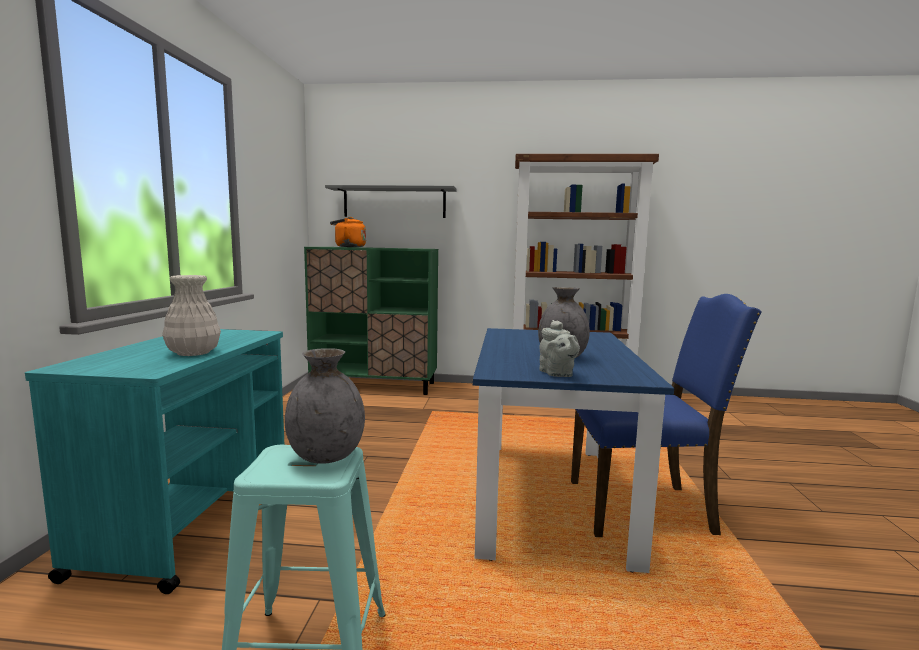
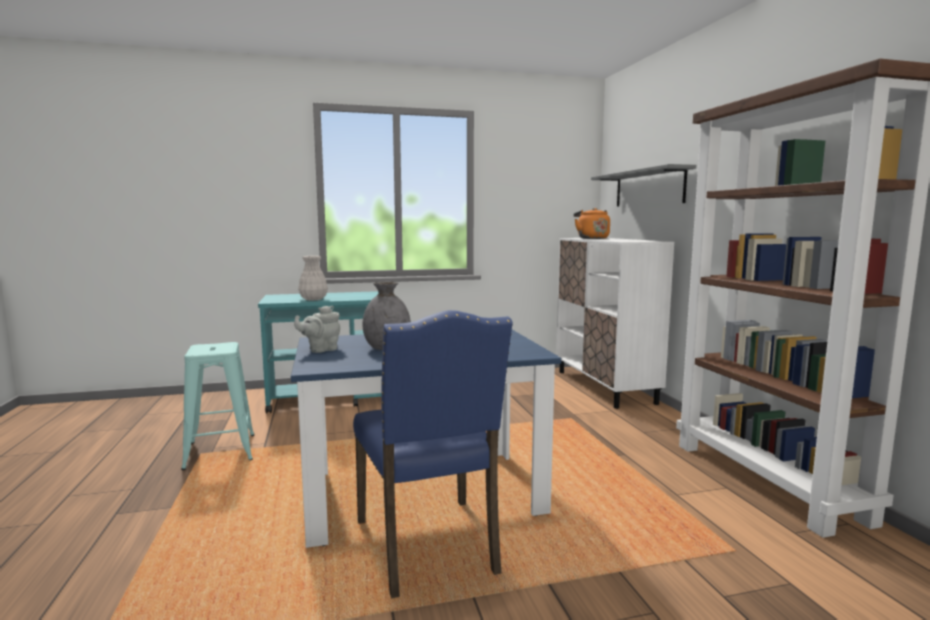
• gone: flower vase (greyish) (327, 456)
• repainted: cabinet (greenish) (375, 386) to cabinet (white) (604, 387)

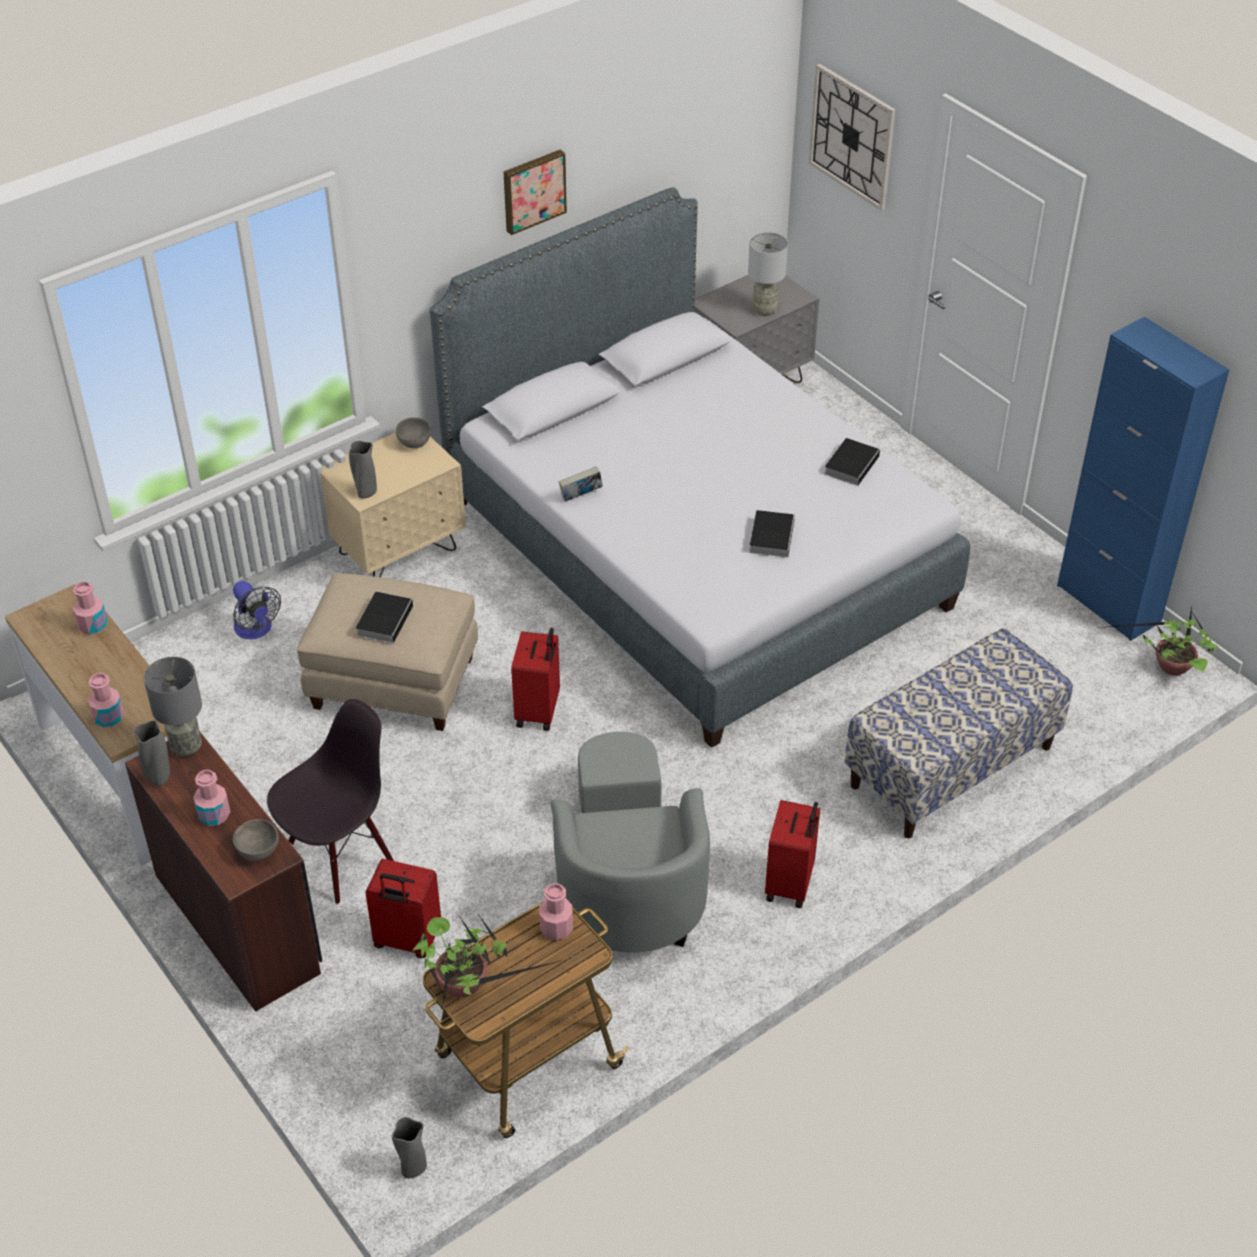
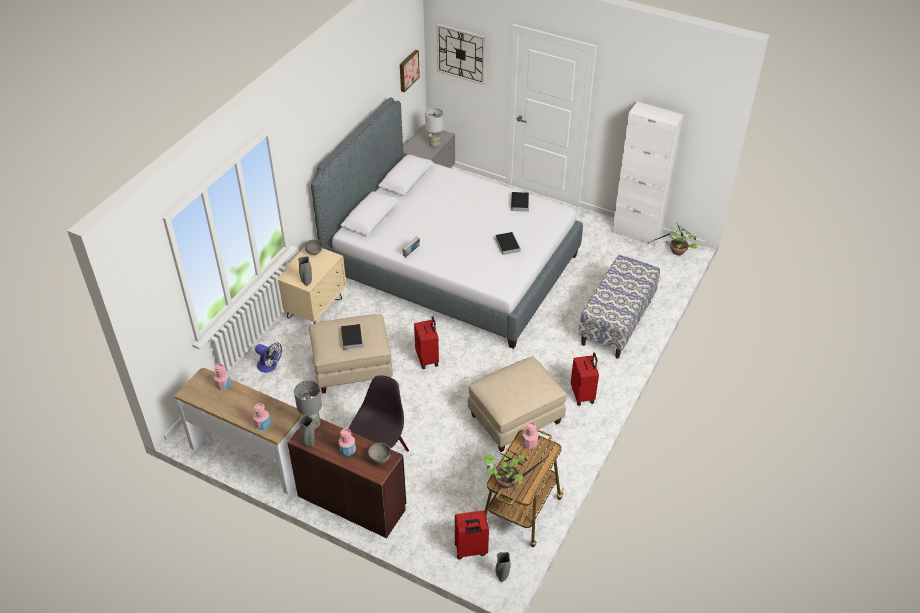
• shifted: piece of luggage (red) (406, 941) to (471, 550)
• shifted: wall art (533, 190) to (408, 70)
• swapped: lounge chair (greyish) (628, 884) to pouffe (sand-coloured) (515, 420)
• repainted: cabinet (bluish) (1108, 603) to cabinet (white) (637, 233)

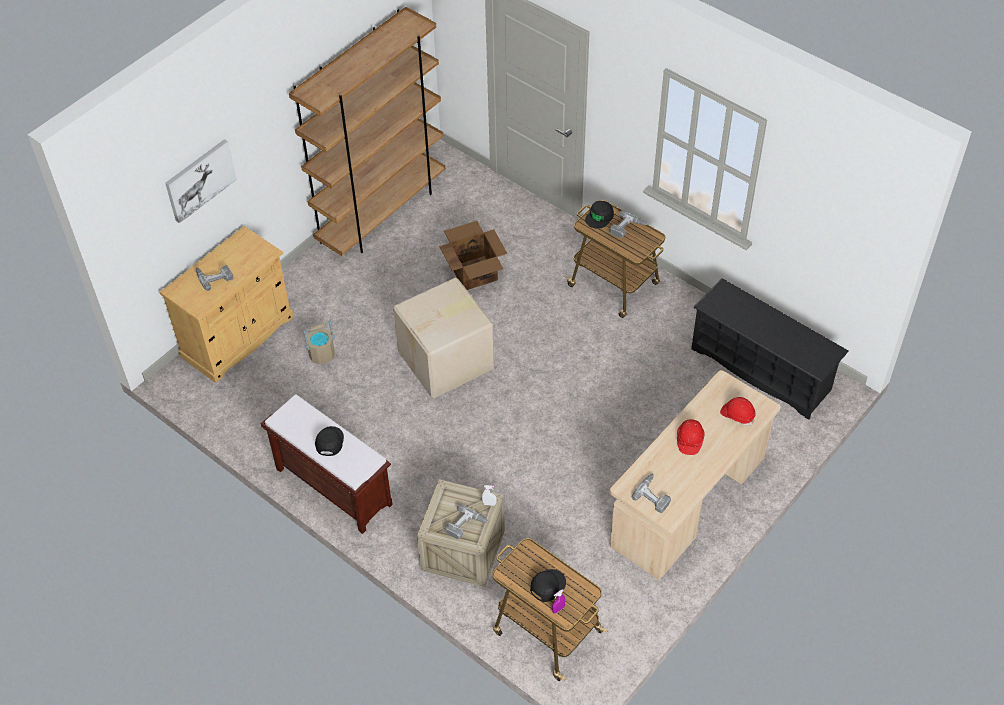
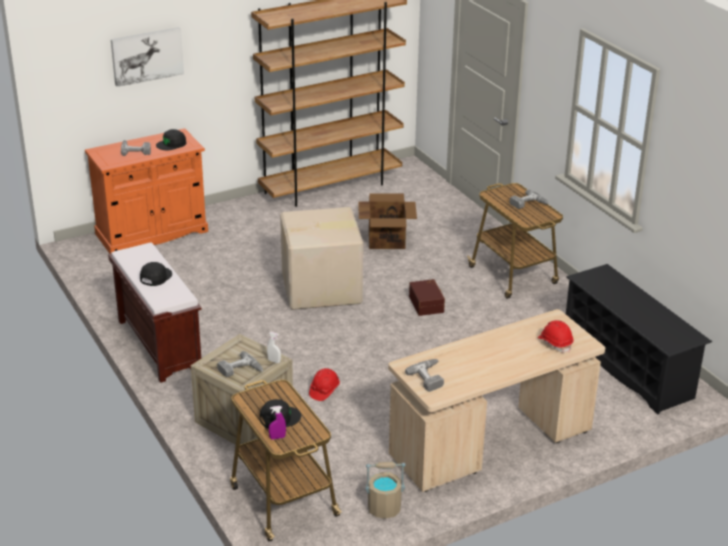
• repainted: cabinet (sand-coloured) (238, 337) to cabinet (orangey) (152, 233)
• shifted: pail (sand-coloured) (322, 355) to (384, 508)
• shifted: cap (black-coloured) (599, 217) to (171, 144)
• shifted: hard hat (red) (689, 440) to (324, 390)
• new: storage container (brownish) (427, 304)

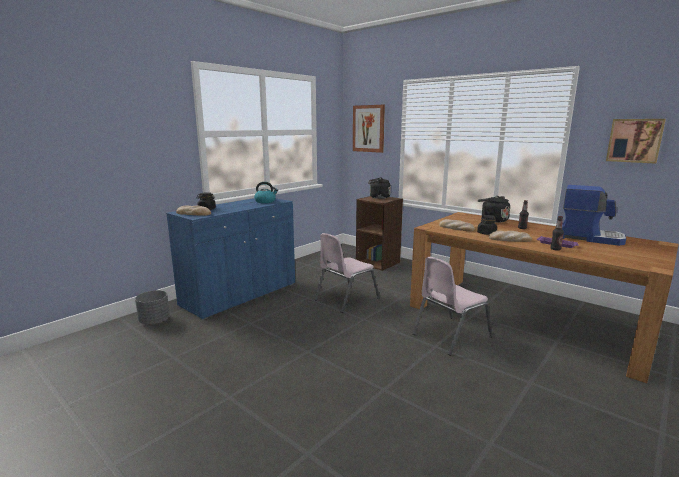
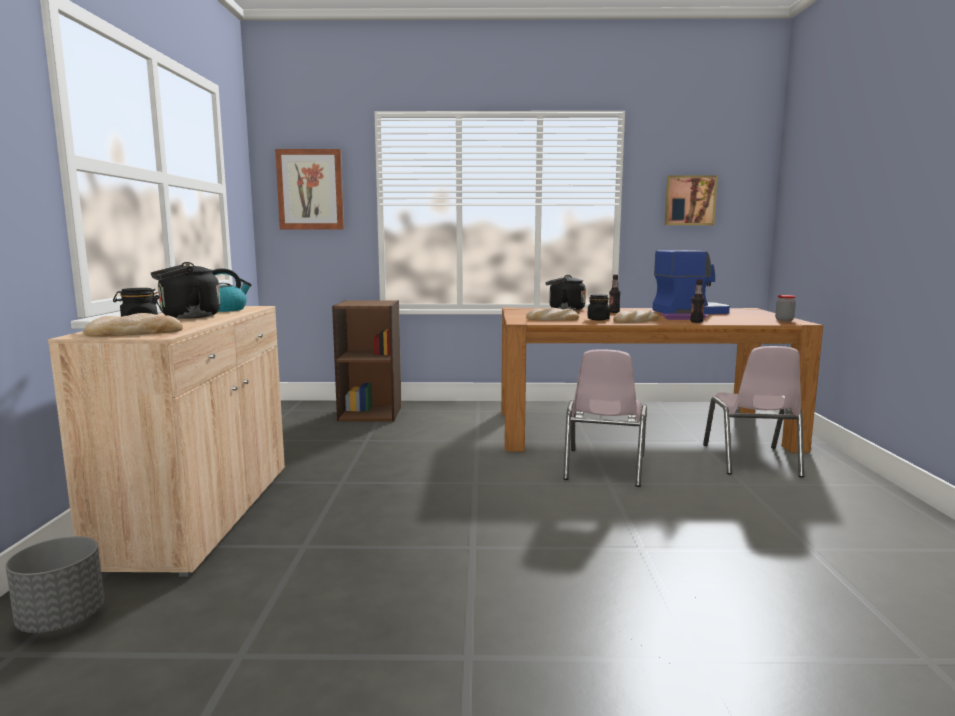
• repainted: cabinet (bluish) (240, 295) to cabinet (sand-coloured) (201, 514)
• shifted: chair (pinkish) (346, 299) to (750, 460)
• shifted: kettle (black-coloured) (378, 197) to (187, 317)
• new: preserve jar (784, 320)

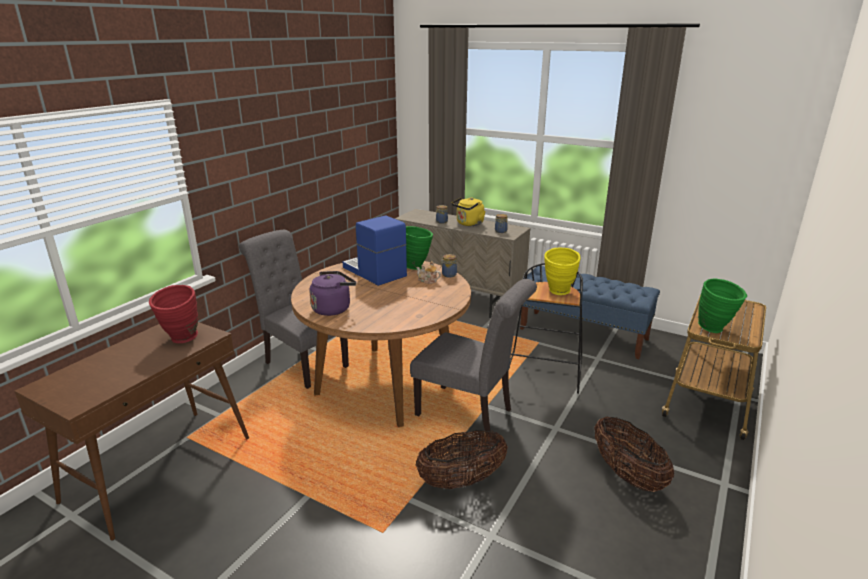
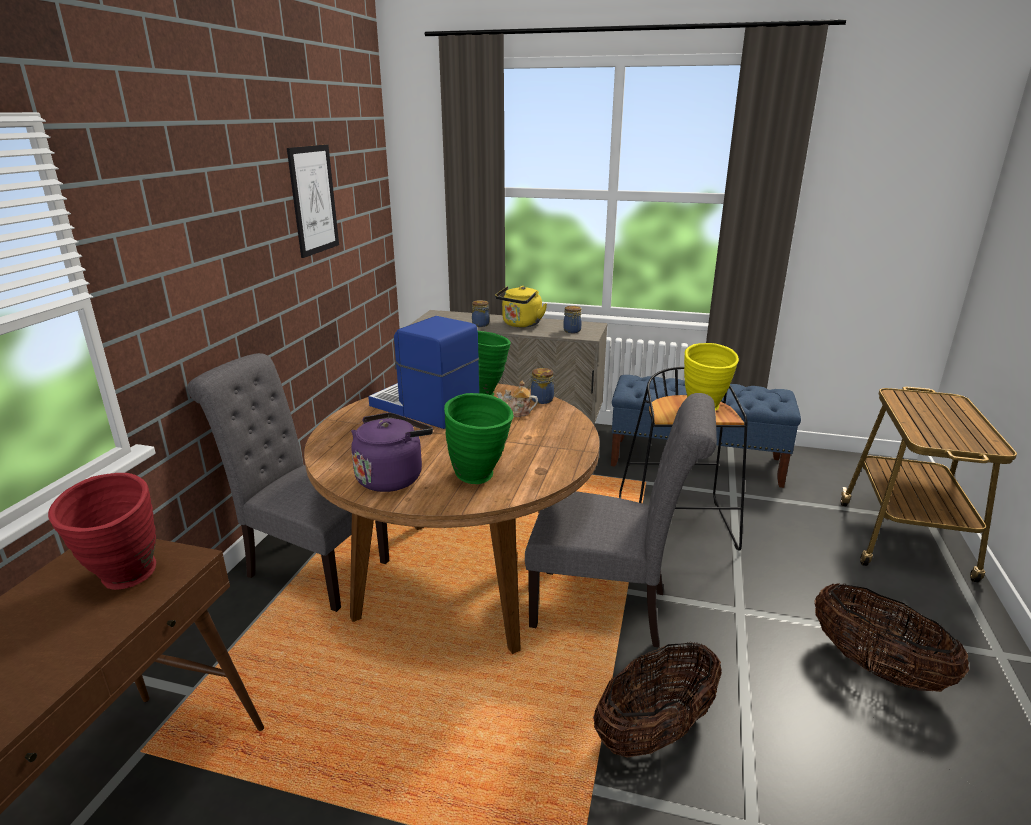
• shifted: flower vase (greenish) (715, 330) to (480, 478)
• new: wall art (313, 200)

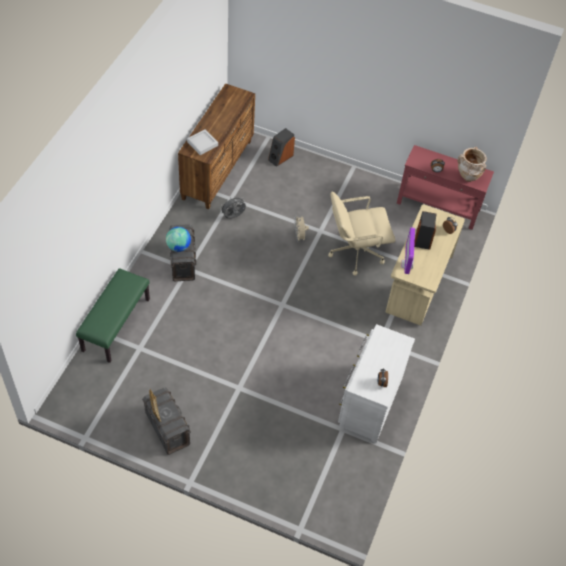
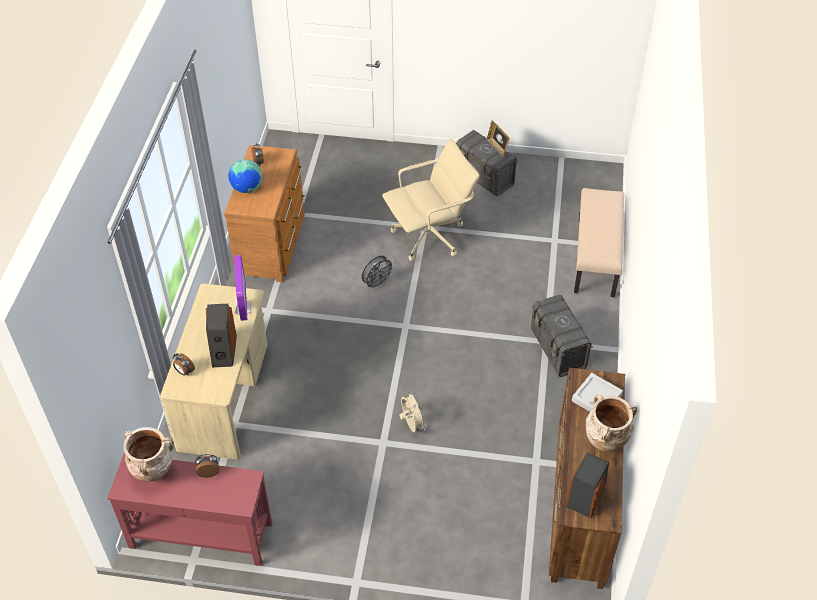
• repainted: long seat (greenish) (115, 324) to long seat (sand-coloured) (596, 257)
• shifted: desk globe (178, 246) to (247, 188)
• shifted: fan (greyish) (233, 217) to (377, 283)
• shifted: loudspeaker (280, 157) to (586, 495)
• shifted: desk chair (sand-coloured) (355, 252) to (429, 237)
• repainted: chest of drawers (white) (368, 402) to chest of drawers (brownish) (273, 244)
• new: flower vase (sand-coloured) (604, 442)

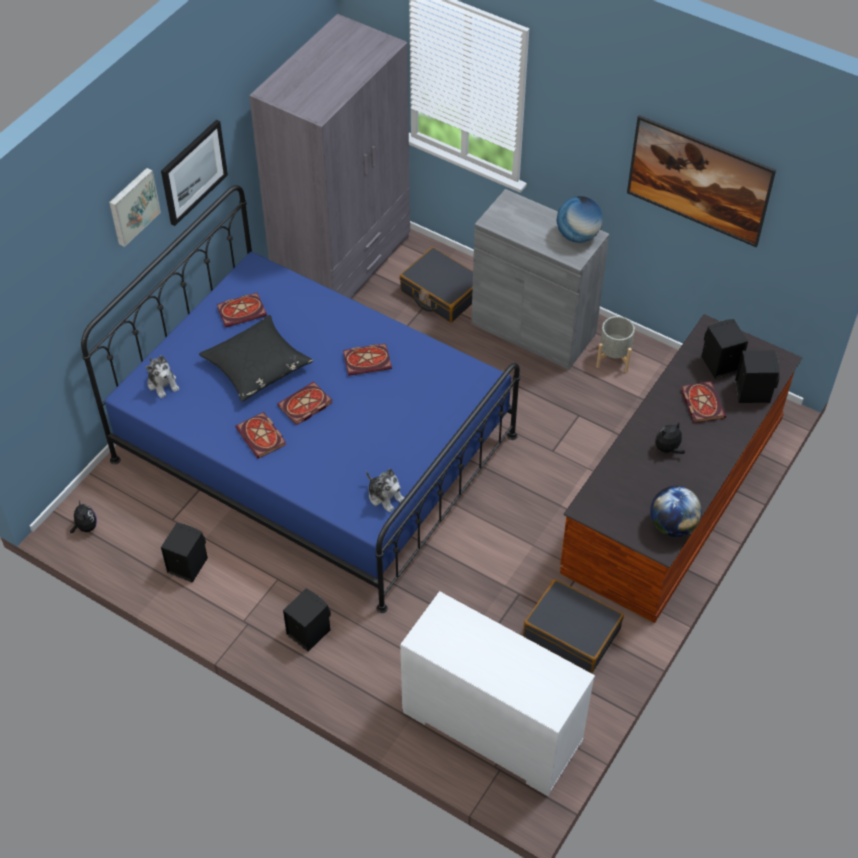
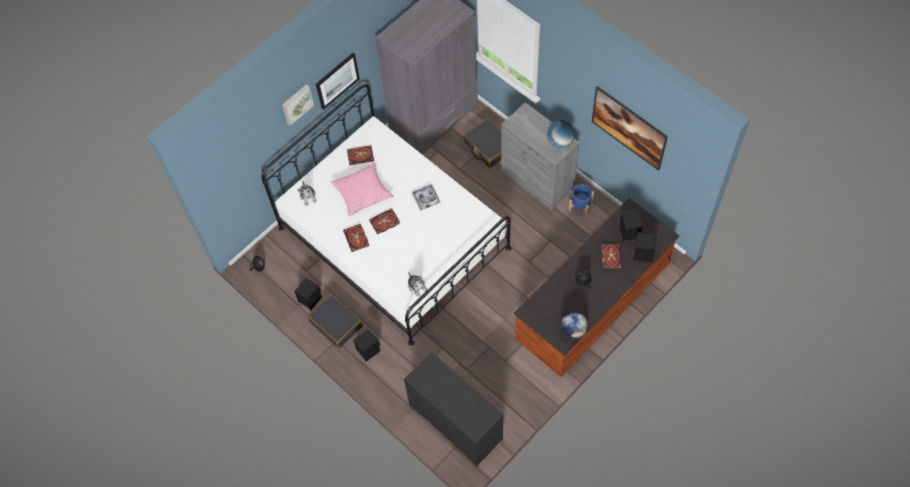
• repainted: bedroom bed (bluish) (315, 448) to bedroom bed (white) (393, 238)
• repainted: pillow (black-coloured) (257, 365) to pillow (pinkish) (362, 192)
• swapped: bound book (368, 360) to carrying tray (426, 199)
• repainted: chest of drawers (white) (490, 728) to chest of drawers (black-coloured) (455, 423)
• shifted: piece of luggage (black-coloured) (572, 632) to (336, 324)
• repainted: planter (greyish) (613, 358) to planter (bluish) (580, 206)

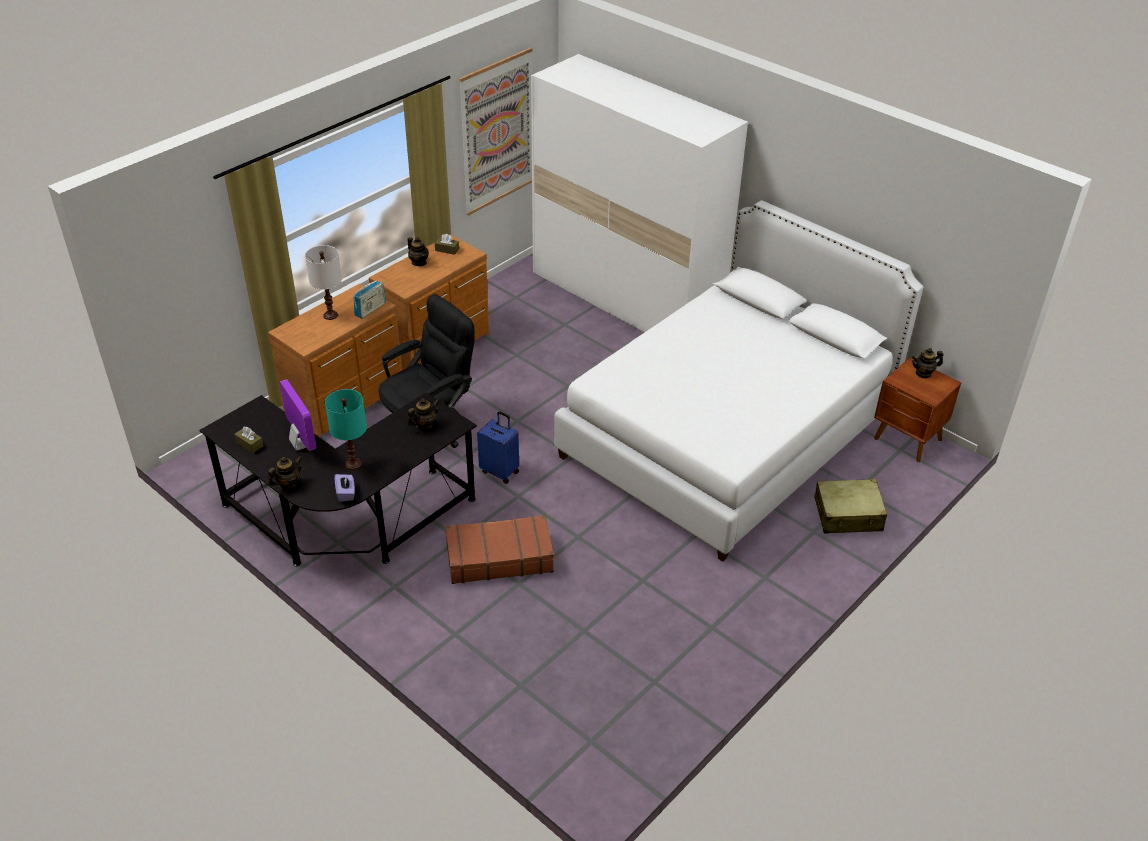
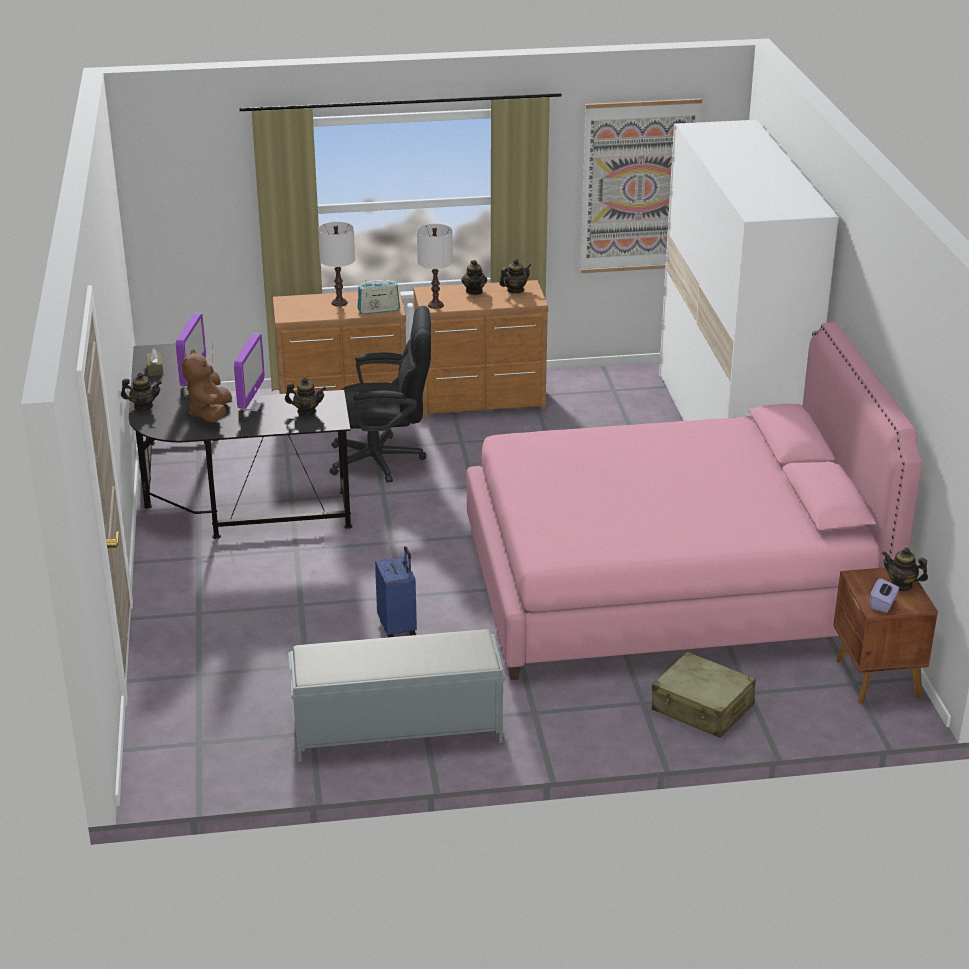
• swapped: lamp for a table (blue-green) (353, 464) to cuddly toy (brownish) (210, 414)
• shifted: tissue box (purple-coloured) (346, 493) to (883, 604)
• swapped: tissue box (brownish) (447, 250) to teapot (515, 290)
• gone: piece of luggage (brownish) (499, 557)
• shifted: piece of luggage (bluish) (500, 471) to (398, 628)
• repainted: bedroom bed (white) (727, 434) to bedroom bed (pinkish) (669, 585)
• new: monitor (250, 406)
• new: long seat (greyish) (396, 730)
• new: lamp for a table (white) (435, 305)

